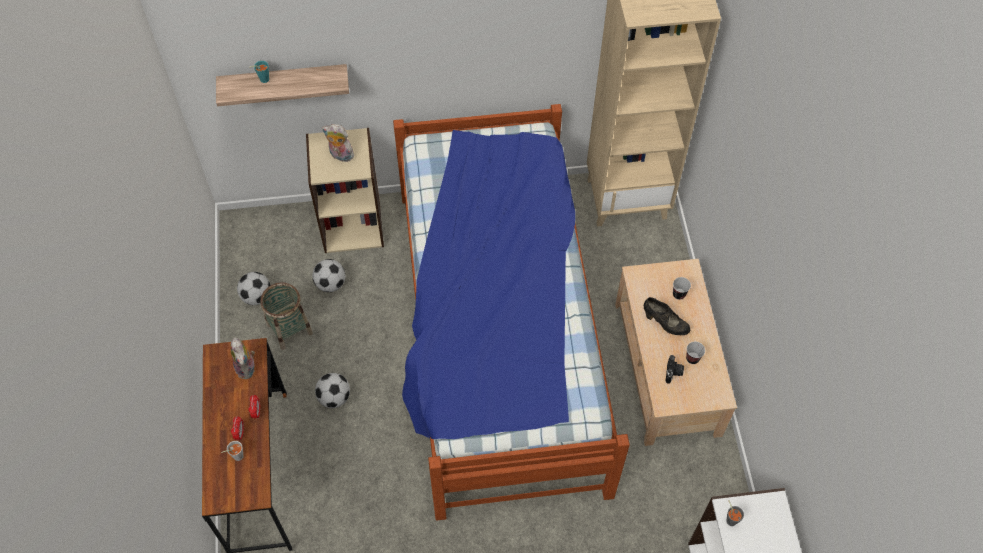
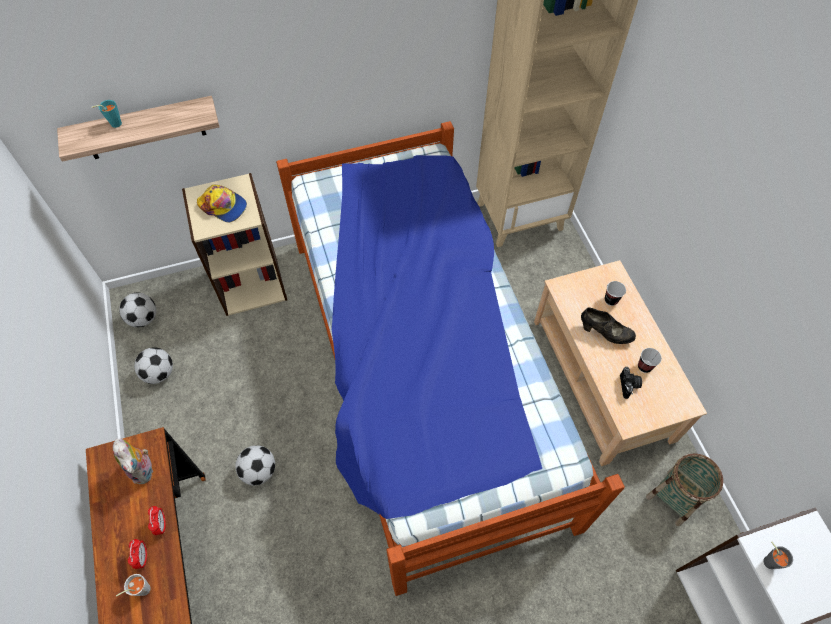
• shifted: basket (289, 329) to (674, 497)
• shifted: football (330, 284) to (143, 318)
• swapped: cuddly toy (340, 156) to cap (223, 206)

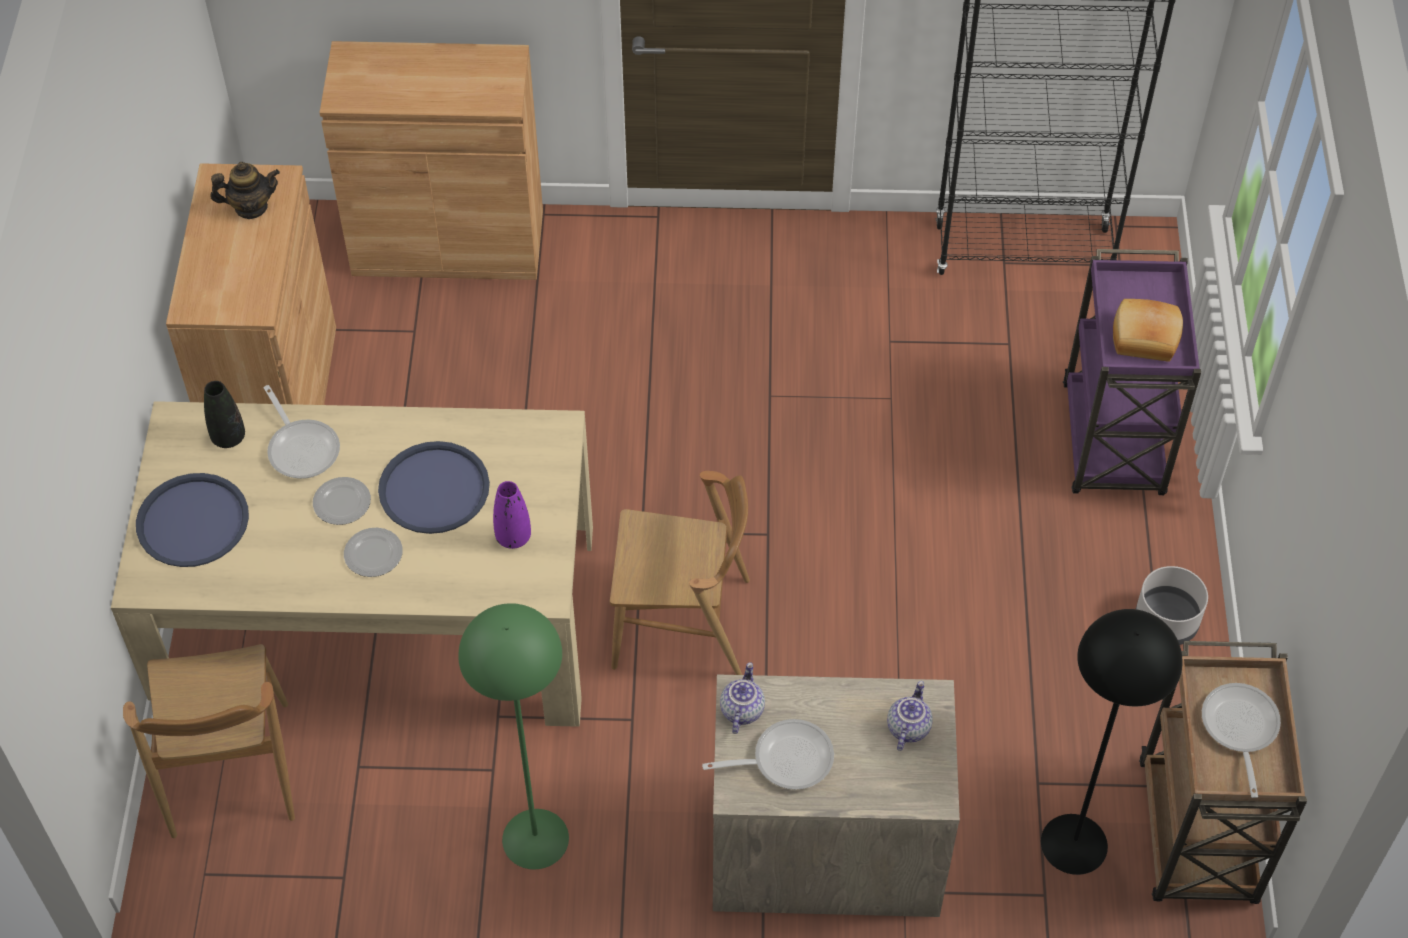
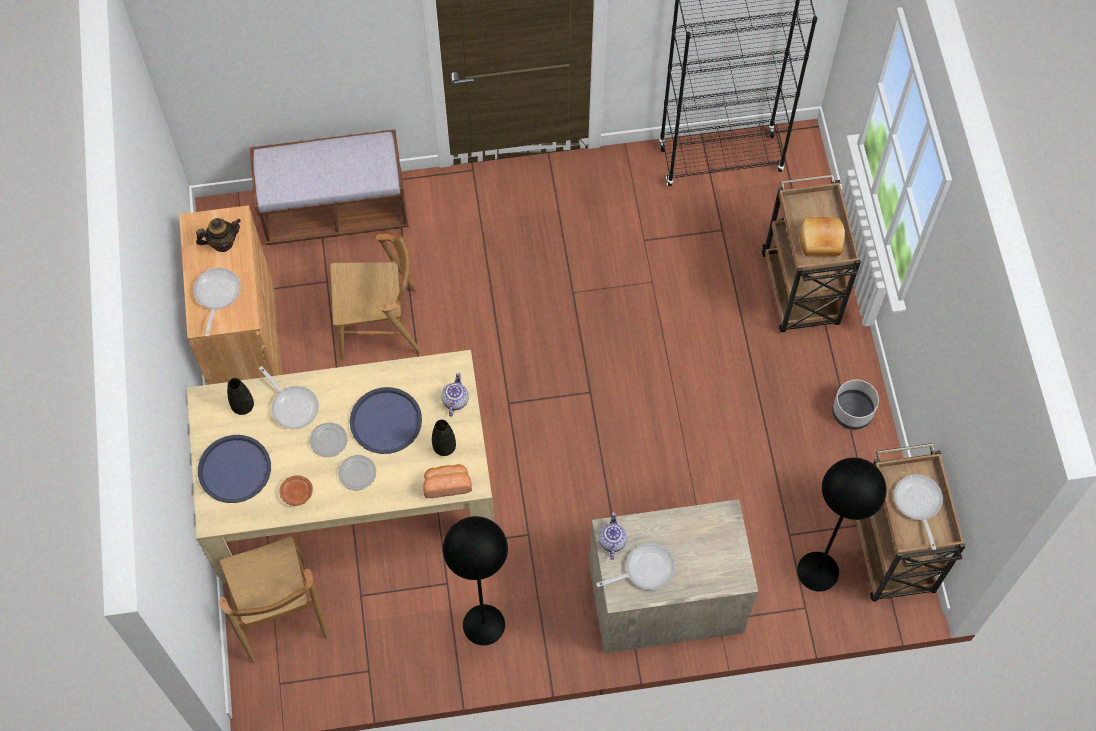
• swapped: cabinet (brownish) (448, 243) to long seat (brownish) (335, 211)
• repainted: floor lamp (greenish) (536, 838) to floor lamp (black-coloured) (484, 624)
• repainted: flower vase (purple-coloured) (513, 537) to flower vase (black-coloured) (444, 447)
• shifted: chair (brownish) (682, 623) to (379, 324)
• shifted: teapot (907, 727) to (454, 400)
• repainted: trolley (purple-coloured) (1113, 442) to trolley (brownish) (800, 291)
• new: pan (216, 295)
• new: flat dish (brownish) (296, 493)
• new: baked bread (447, 484)

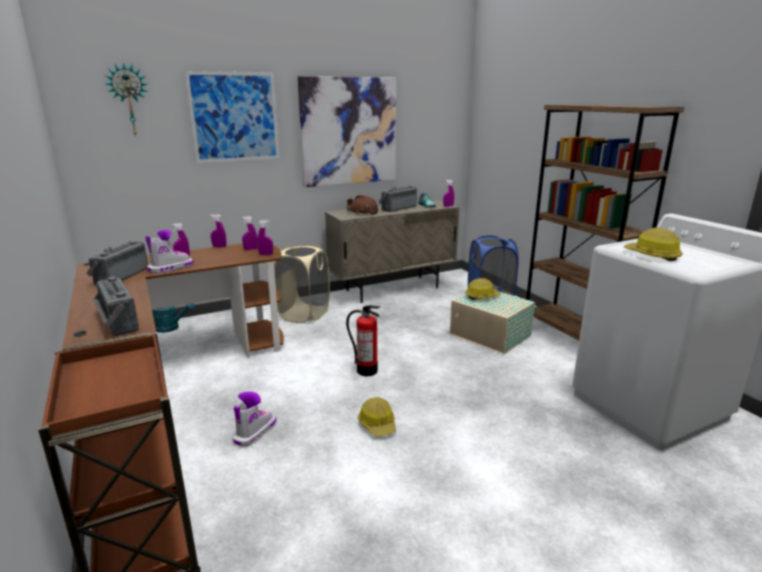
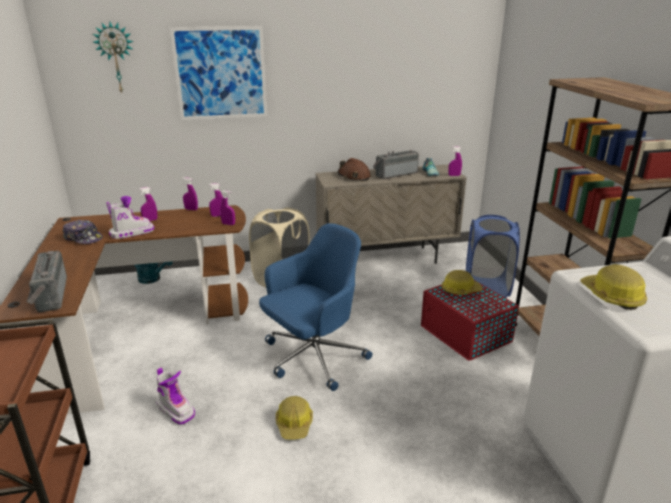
• swapped: radio (120, 276) to cap (83, 238)
• rotated: tall boot (254, 432) = (176, 410) 90 degrees clockwise
• gone: wall art (349, 131)
• swapped: fire-fighting cylinder (367, 370) to desk chair (bluish) (313, 358)
• repainted: storage container (sand-coloured) (491, 336) to storage container (red) (466, 334)

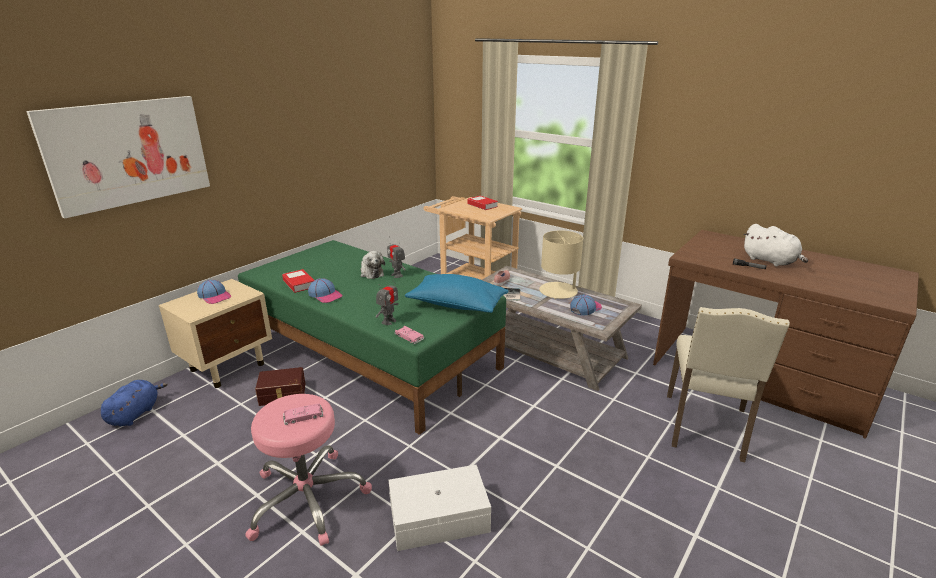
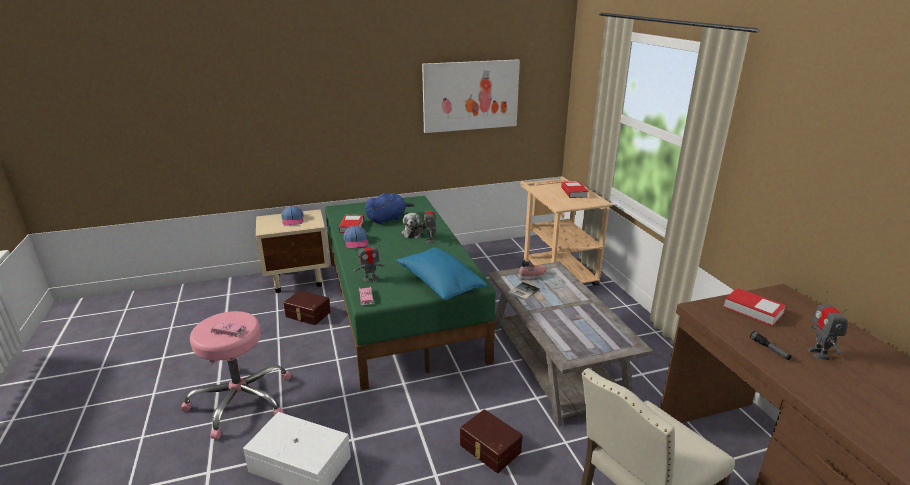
• shifted: wall art (128, 153) to (470, 95)
• shifted: cuddly toy (bluish) (135, 414) to (387, 219)
• gone: lamp for a table (sand-coloured) (559, 291)
• gone: cap (585, 308)
• swapped: cuddly toy (white) (771, 261) to toy robot (819, 353)
• new: storage container (brownish) (489, 449)
• new: bound book (752, 310)

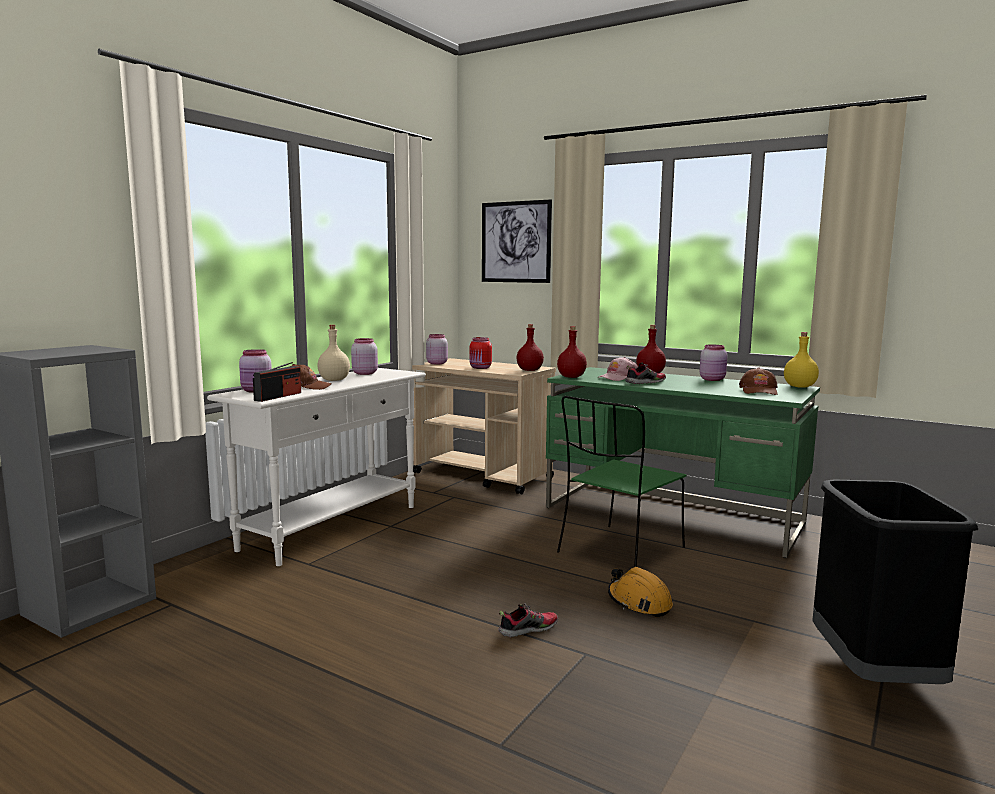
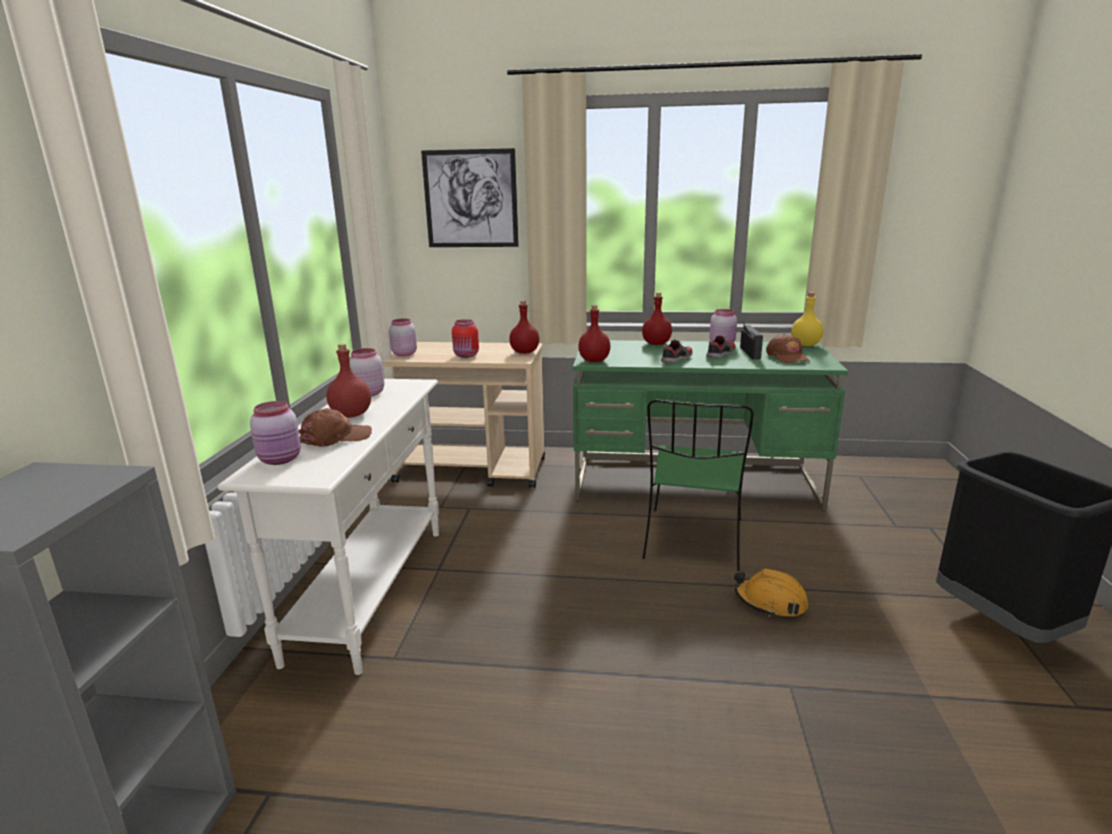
• shifted: radio (278, 396) to (750, 353)
• repainted: bottle (sand-coloured) (334, 380) to bottle (red) (351, 414)
• shifted: low shoe (528, 629) to (720, 355)
• gone: cap (pinkish) (618, 378)

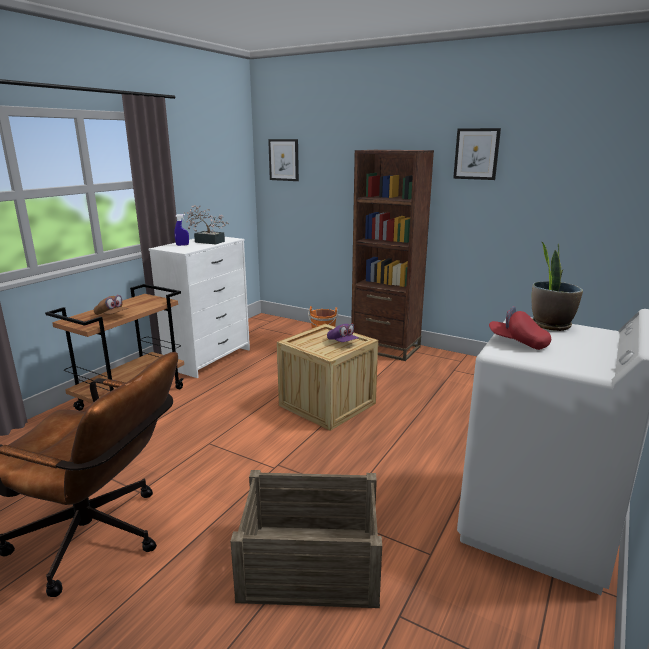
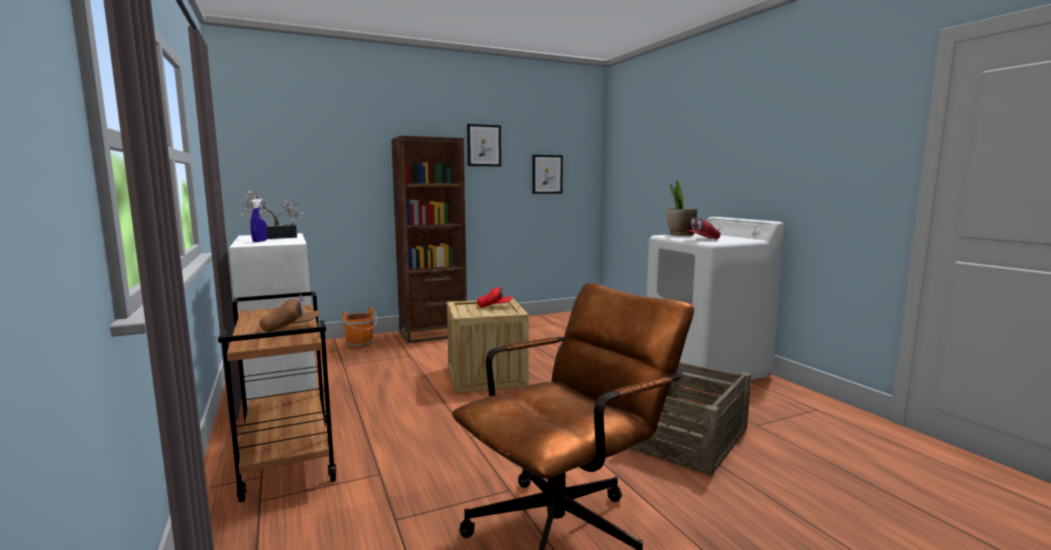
• shifted: wall art (284, 160) to (547, 174)
• repainted: cap (purple-coloured) (342, 342) to cap (red) (495, 306)

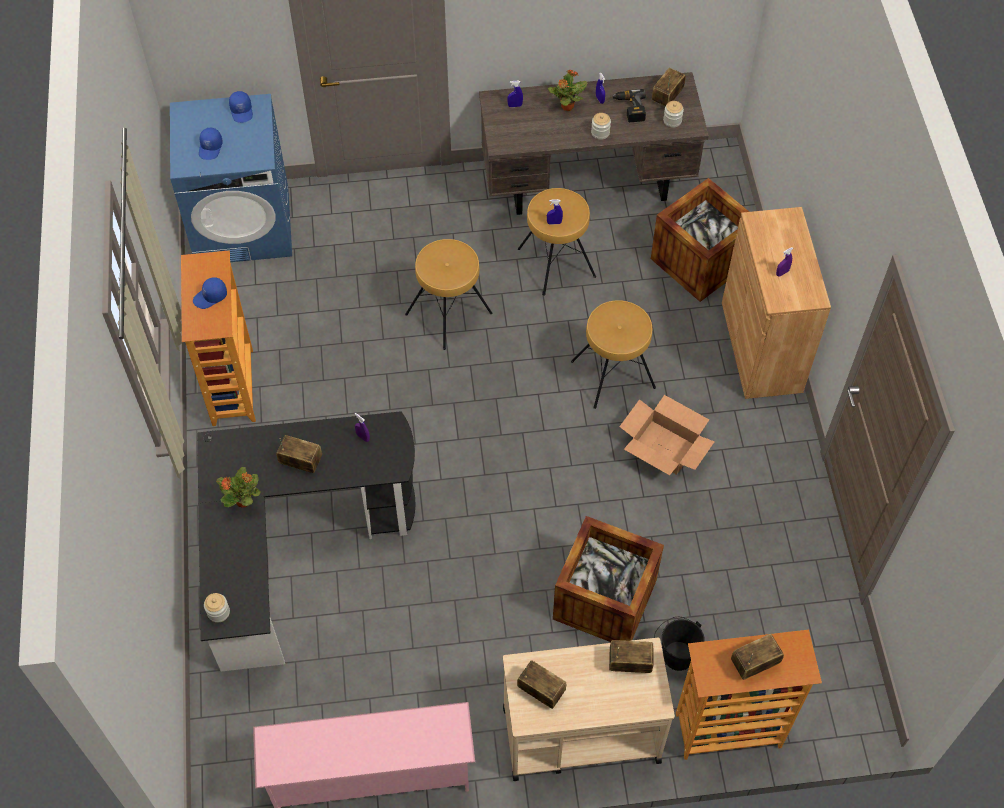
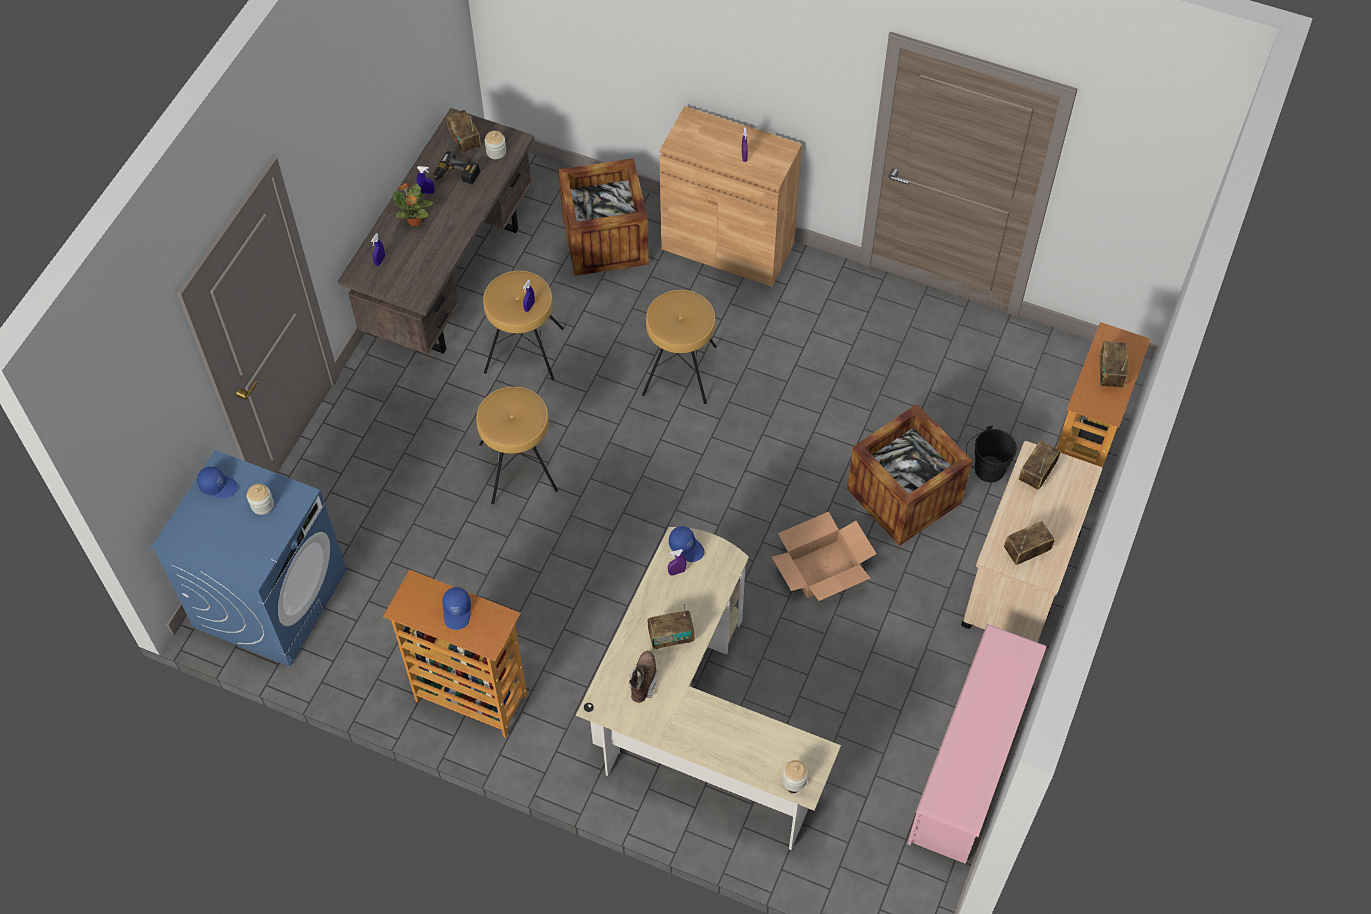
• repainted: desk table (black-coloured) (294, 546) to desk table (sand-coloured) (693, 723)
• shifted: cap (bluish) (211, 148) to (687, 547)
• gone: houseplant (244, 501)
• rotated: radio (301, 462) = (671, 637) 150 degrees counterclockwise
• shifted: preserve jar (600, 133) to (262, 505)
• shifted: carton (664, 447) to (822, 569)
• new: tall boot (brownish) (643, 681)

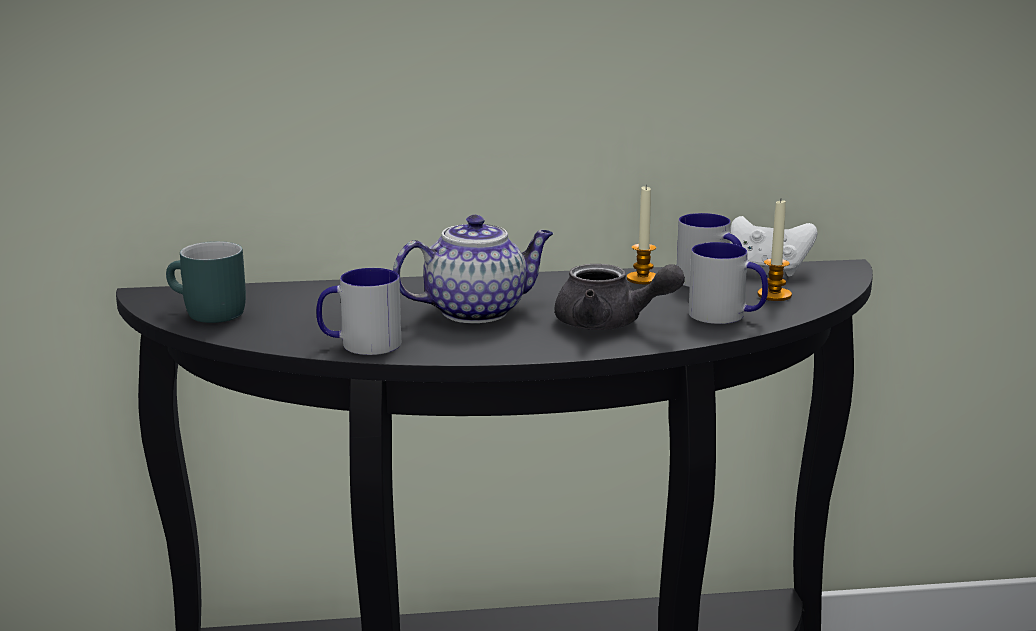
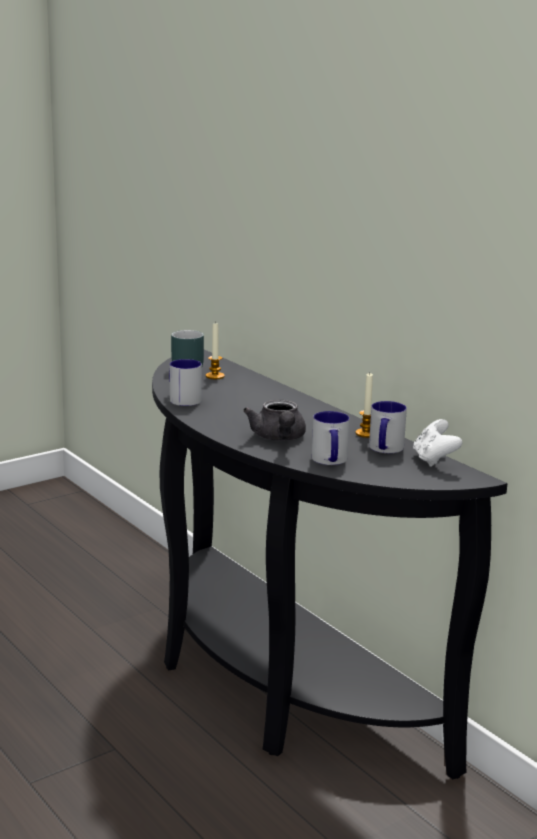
• gone: teapot (477, 311)
• shifted: wax candle (774, 295) to (215, 376)

